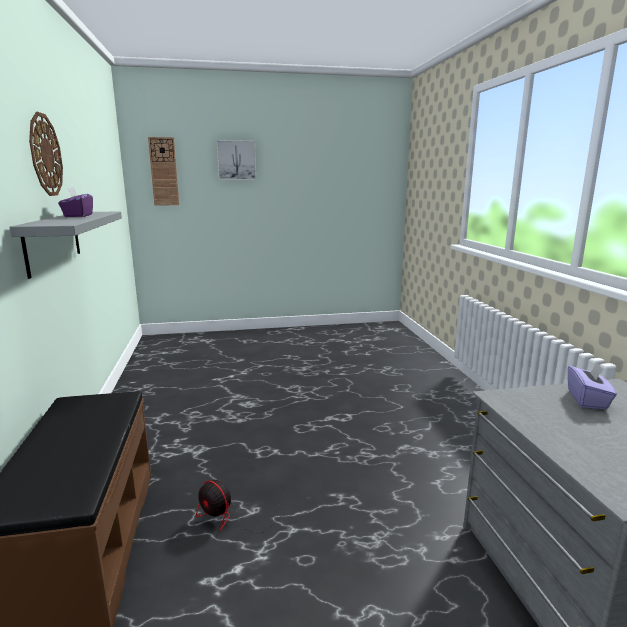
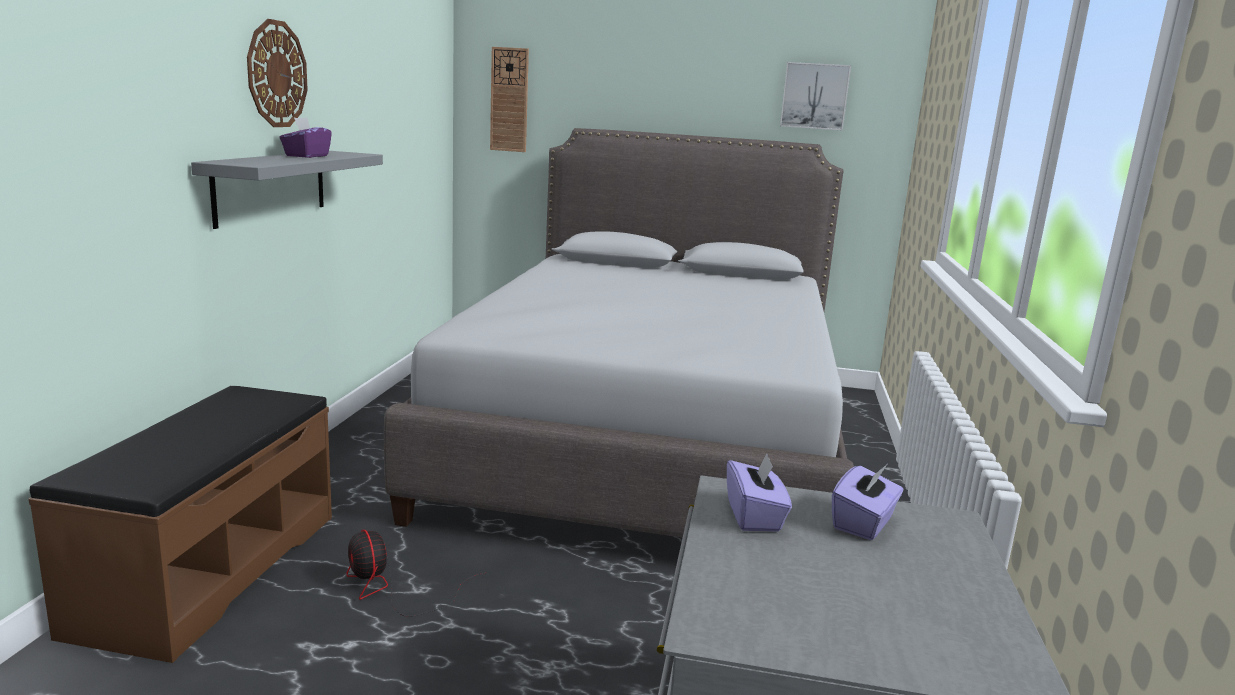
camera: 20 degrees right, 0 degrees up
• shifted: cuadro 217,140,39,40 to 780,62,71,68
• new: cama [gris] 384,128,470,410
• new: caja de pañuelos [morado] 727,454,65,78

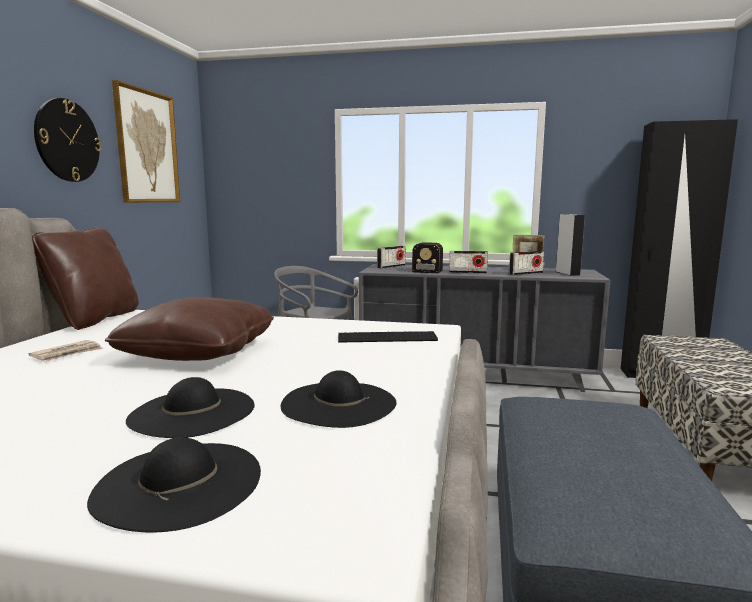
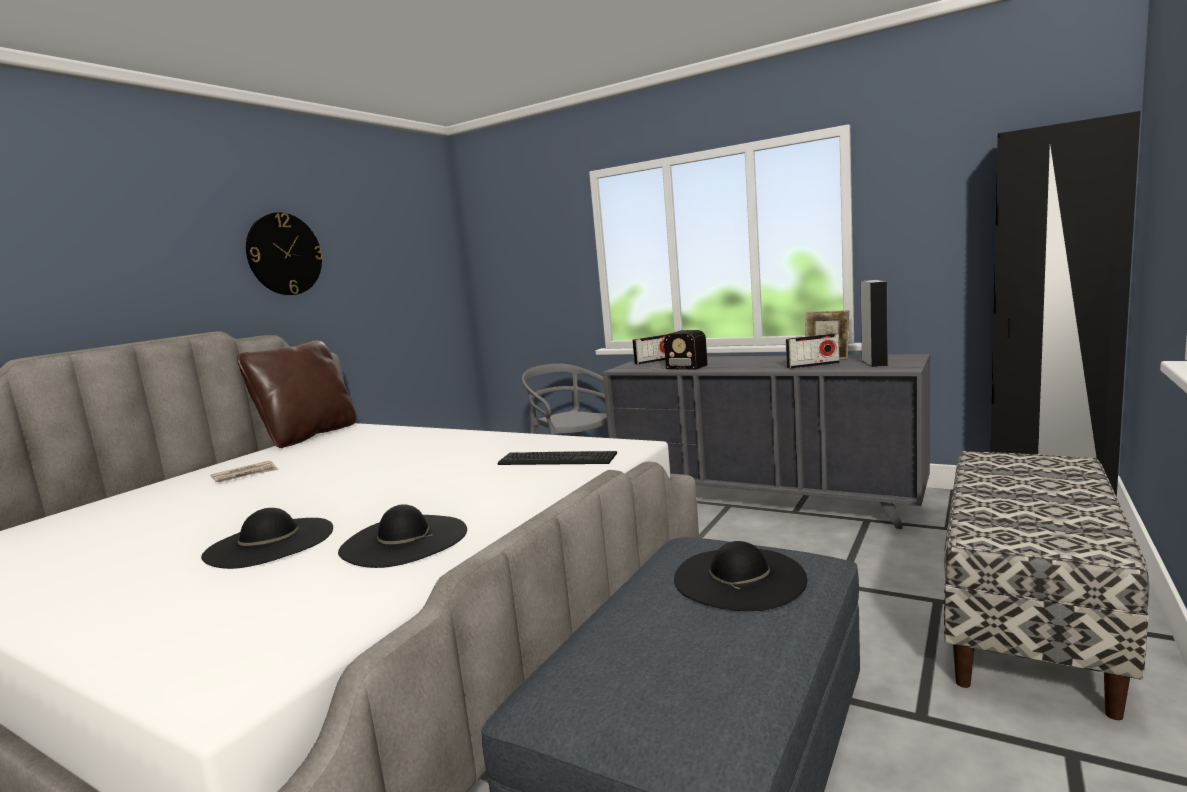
camera: 20 degrees right, 0 degrees up
• gone: cuadro 112,80,69,123
• gone: radio 449,251,39,23
• gone: cojín [marrón] 105,297,169,64
• shifted: sombrero [negro] 87,437,174,96 to 674,541,133,70

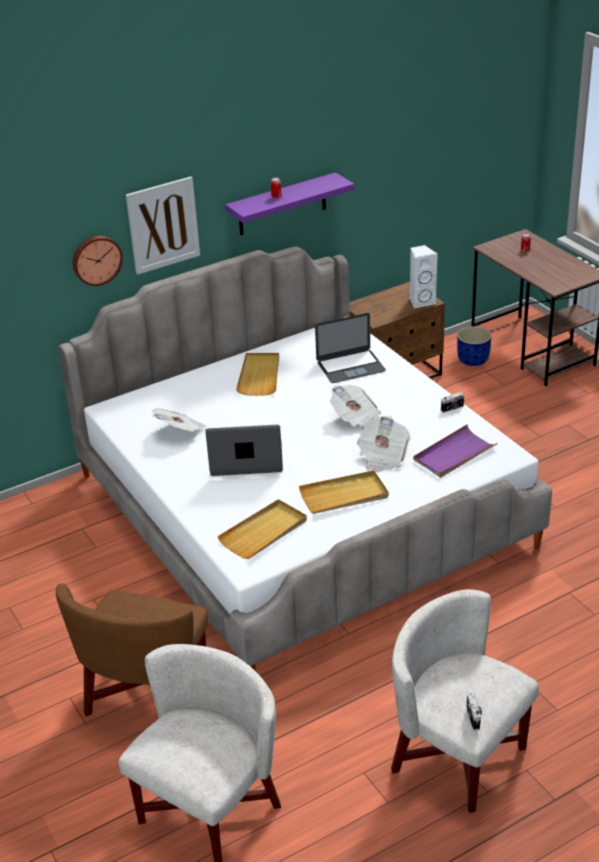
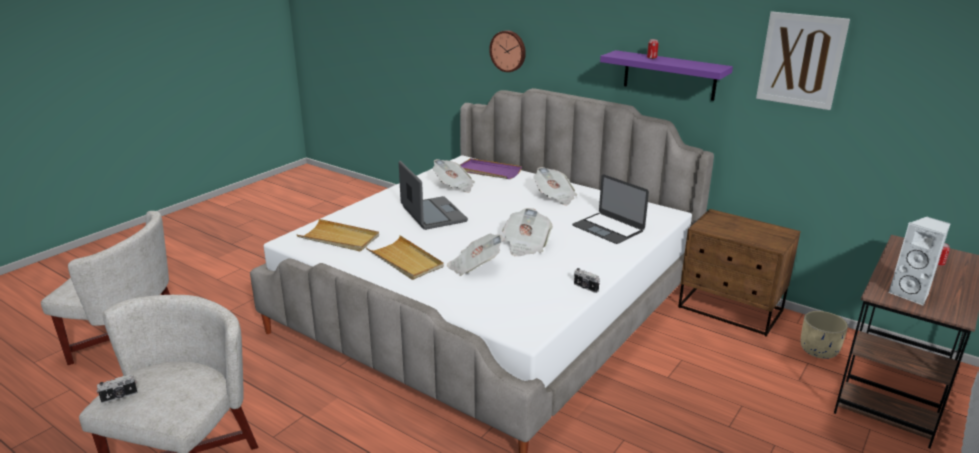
camera: 65 degrees right, 10 degrees down
• shifted: cuadro 126,177,74,98 to 756,11,94,99
• shifted: altavoz [blanco] 410,245,28,64 to 888,216,63,90
• repainted: maceta [azul] 457,326,35,40 to maceta [beis] 801,311,47,48
• swapped: bandeja [beis] 236,353,43,43 to periódico 533,167,44,39
• shifted: bandeja [morado] 413,424,84,54 to 460,158,62,21
• gone: sillón [marrón] 56,584,152,133

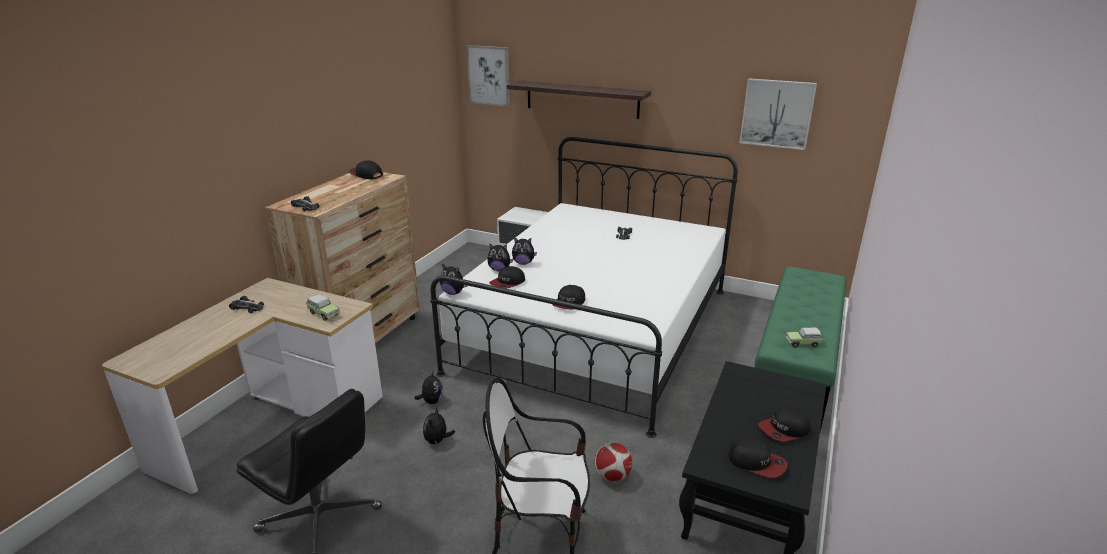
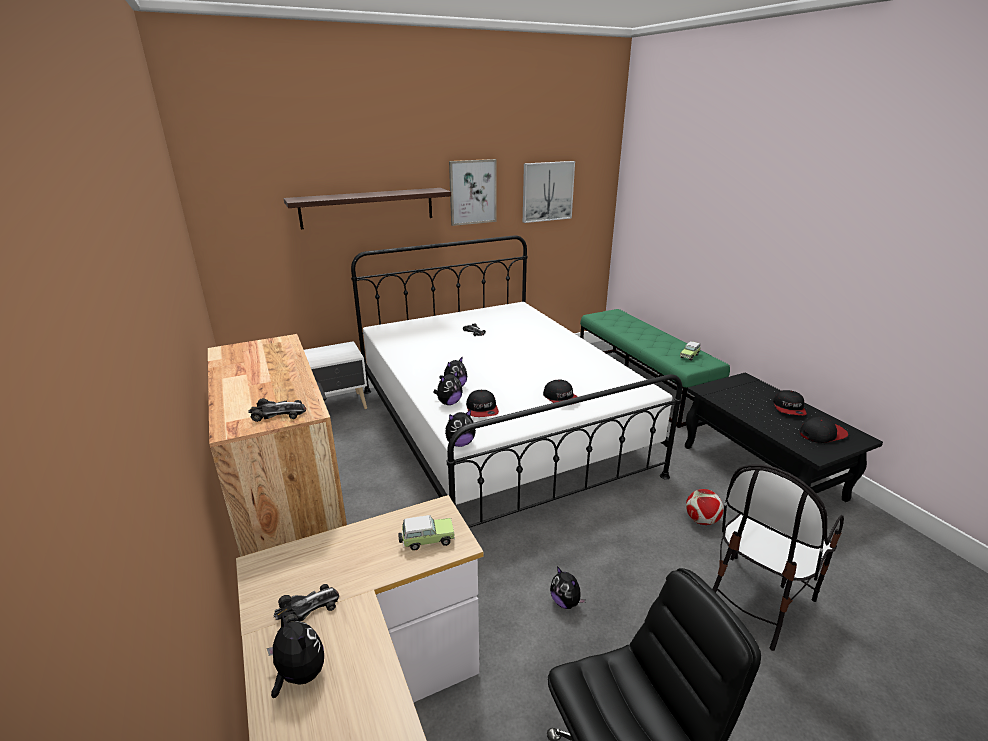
camera: 50 degrees left, 0 degrees up
• shifted: cuadro 467,45,43,62 to 449,159,48,67
• gone: gorra 349,160,34,19
• shifted: peluche 415,371,28,33 to 267,613,57,85

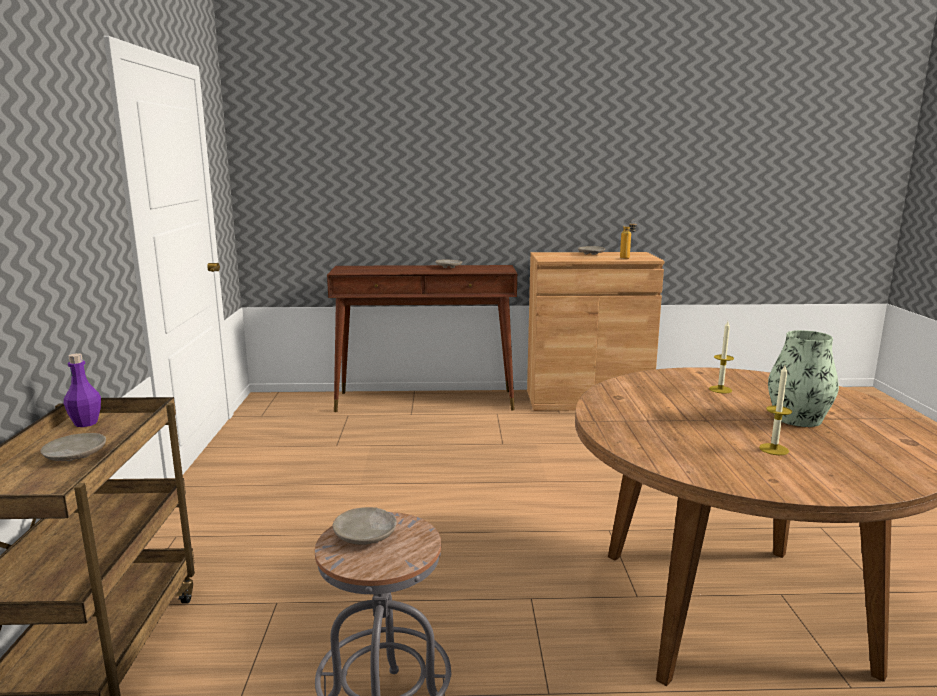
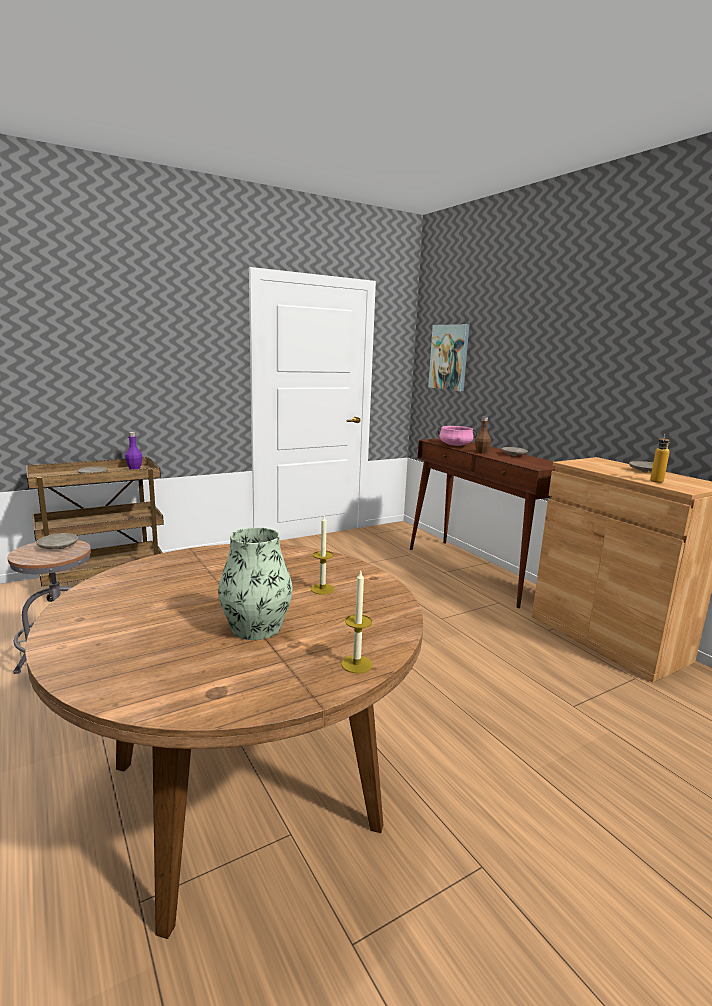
camera: 60 degrees right, 0 degrees up
• shifted: vela 759,365,33,90 to 341,571,31,102
• new: cuadro 428,324,41,67
• new: botella [marrón] 475,417,16,37
• new: olla [rosa] 438,426,39,20

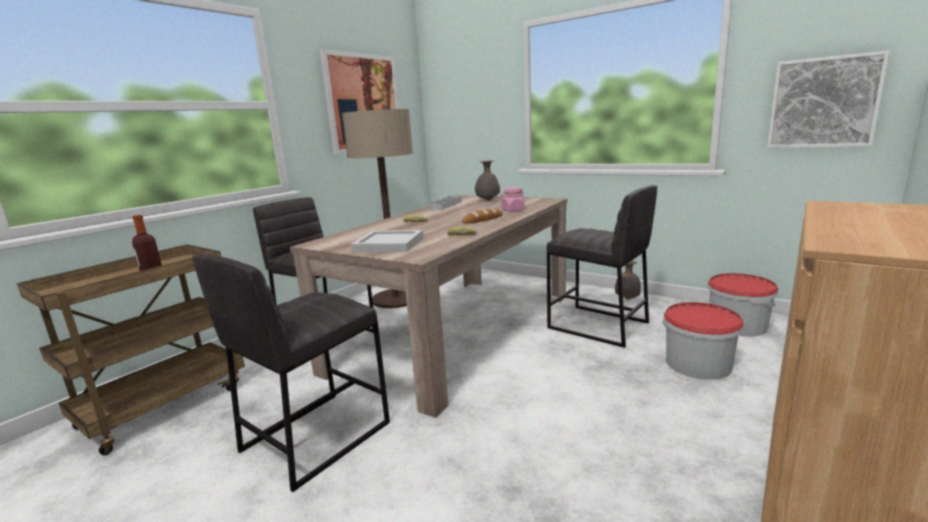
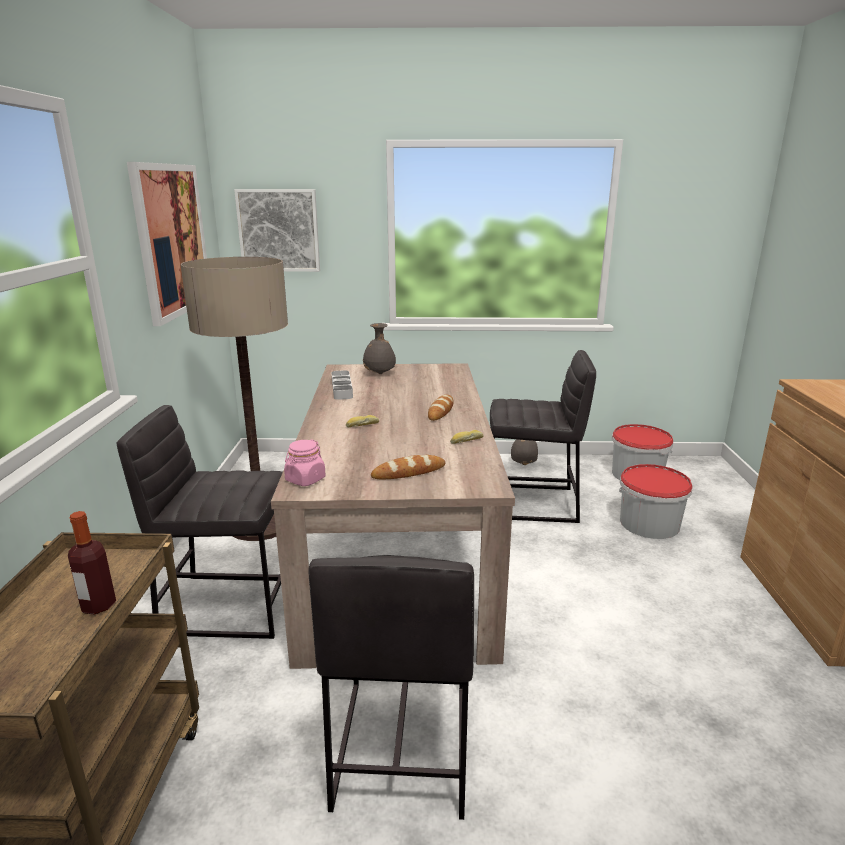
camera: 35 degrees left, 5 degrees up
• shifted: cuadro 767,50,123,98 to 234,189,86,83
• shifted: tarro [rosa] 500,187,24,25 to 284,439,42,47
• swapped: bandeja [blanco] 351,230,72,22 to pan 371,455,75,24

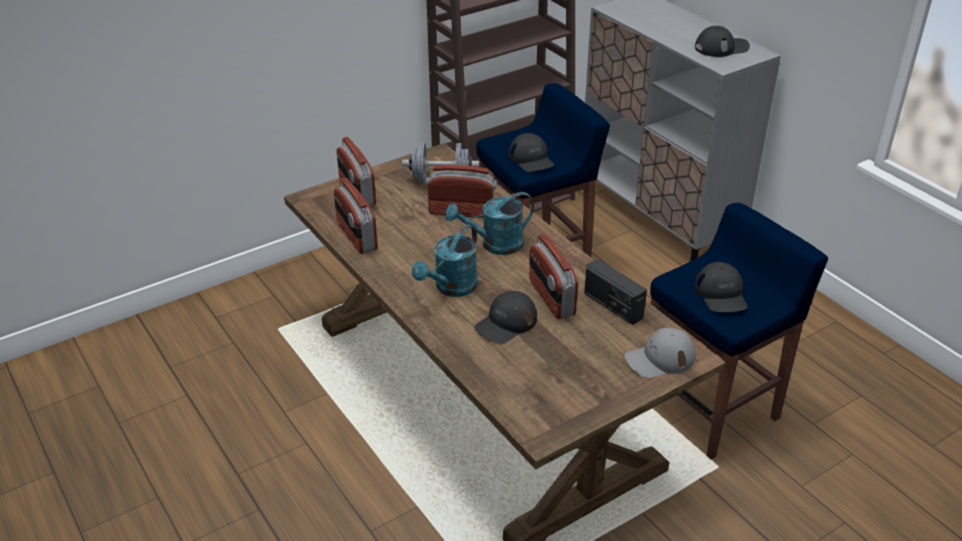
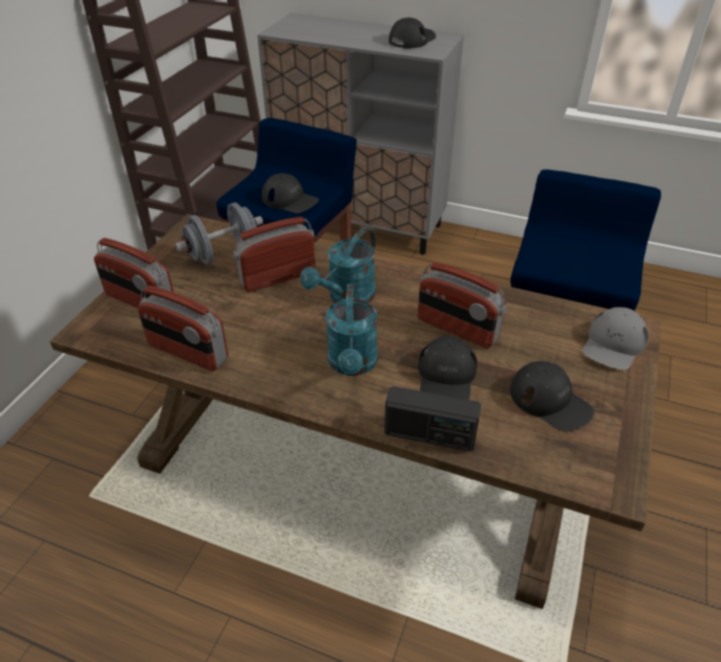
camera: 35 degrees left, 5 degrees up
• shifted: radio 584,259,63,66 to 384,386,97,65
• shifted: gorra [negro] 695,262,52,50 to 510,361,84,71

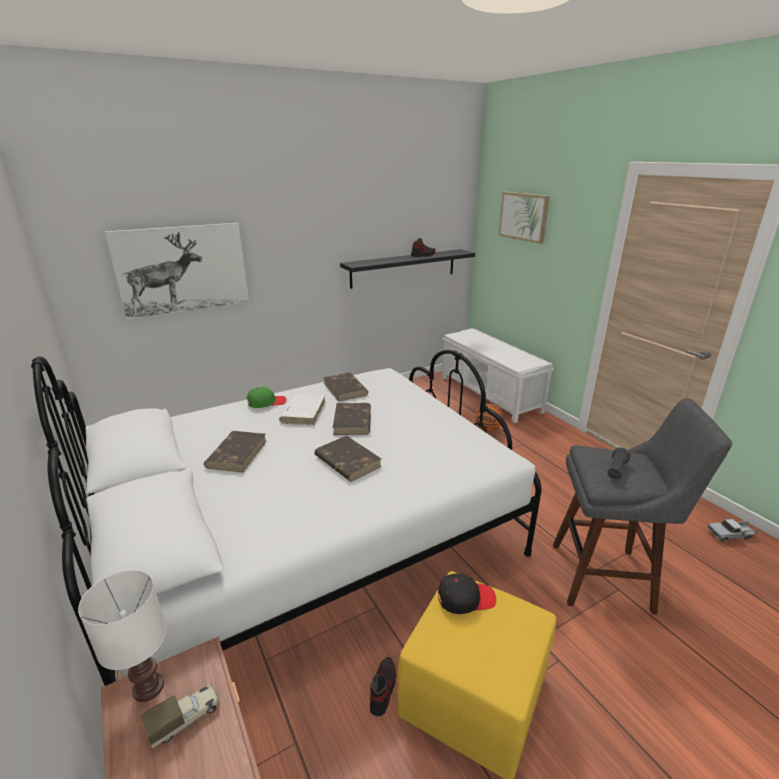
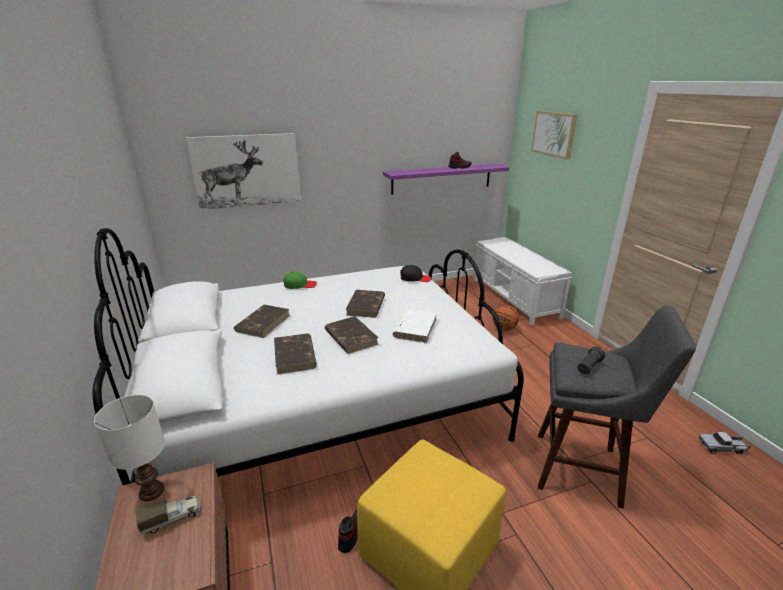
camera: 10 degrees right, 0 degrees up
• repainted: estante [negro] 340,249,135,40 to estante [morado] 383,164,126,31
• shifted: libro [marrón] 323,373,45,29 to 274,333,43,41
• shifted: libro [blanco] 279,394,47,31 to 392,309,45,34
• shifted: gorra [negro] 438,573,58,41 to 400,265,31,17

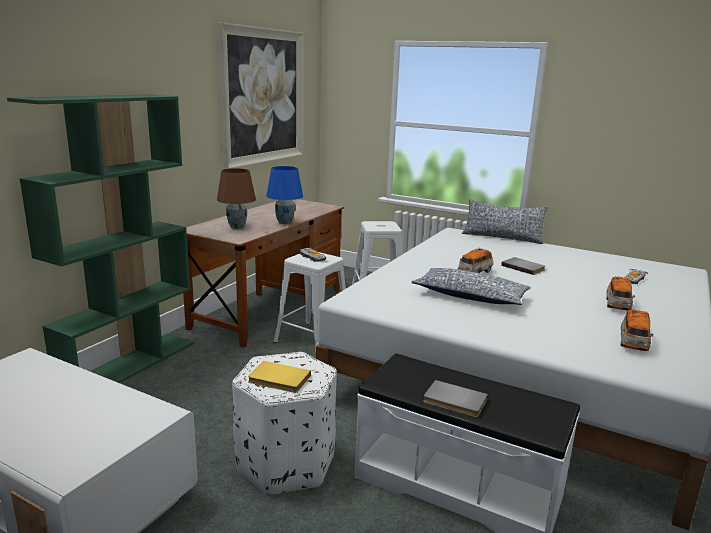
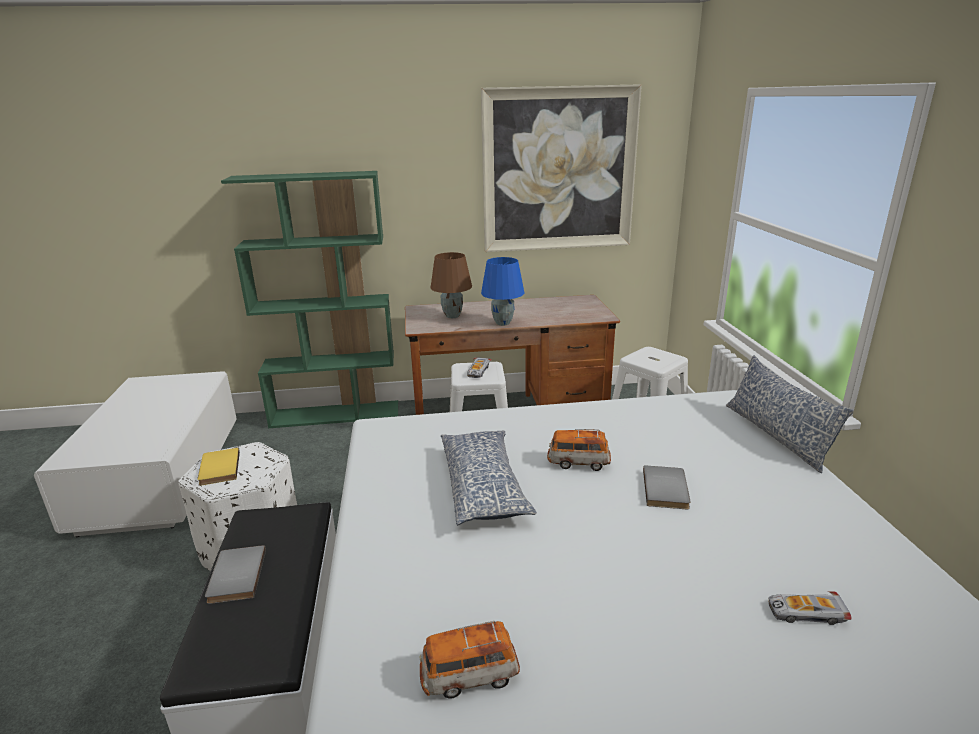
camera: 55 degrees right, 5 degrees up
• gone: coche de juguete 606,276,29,35

